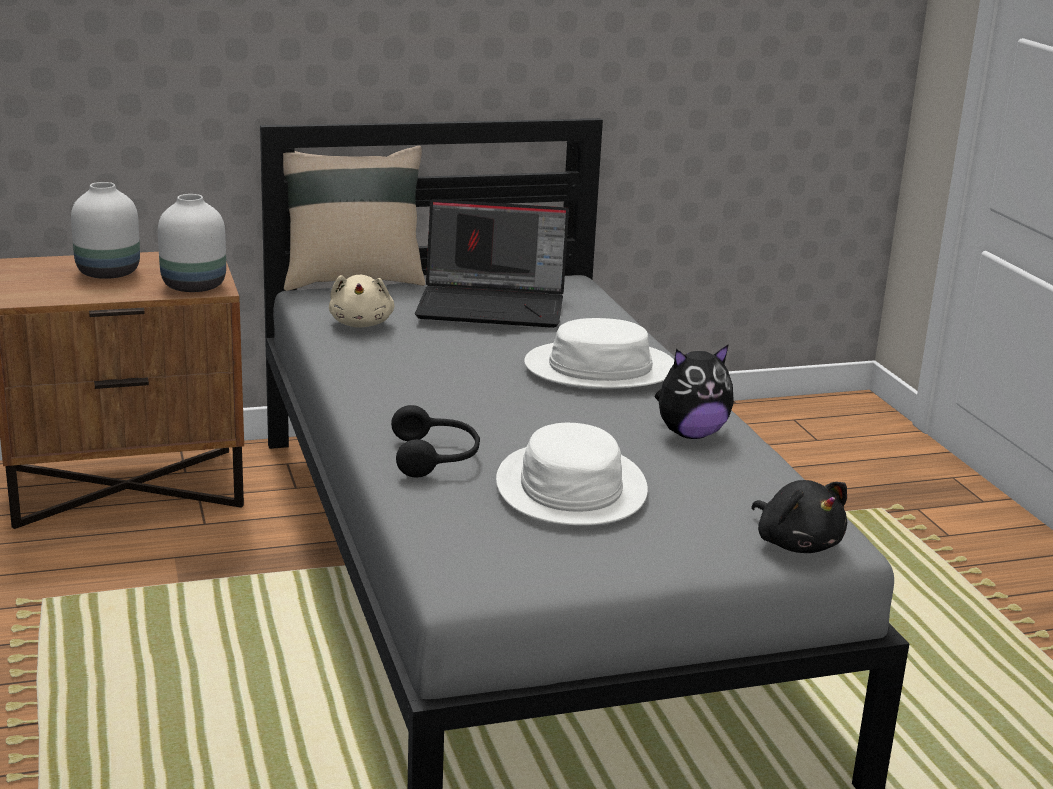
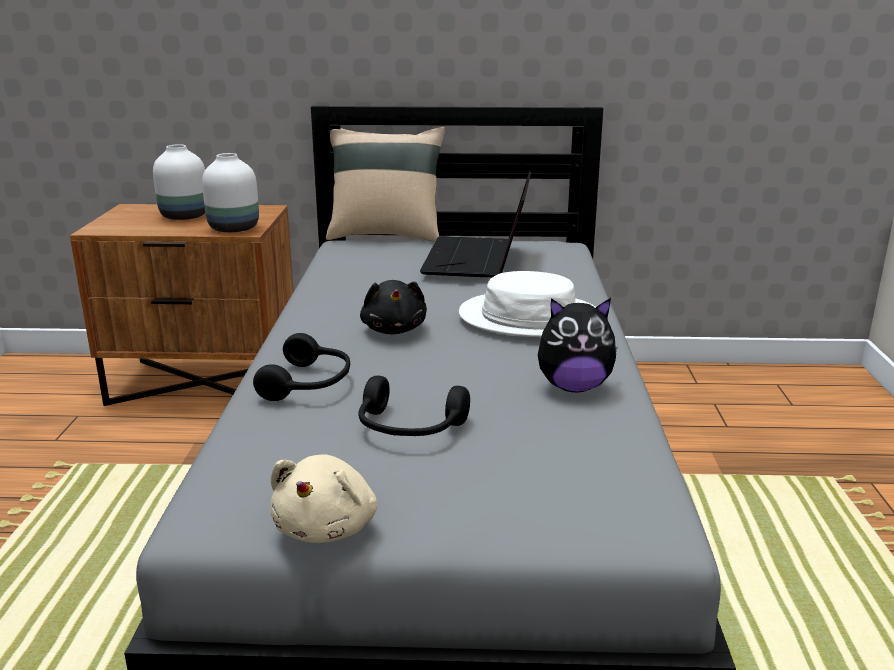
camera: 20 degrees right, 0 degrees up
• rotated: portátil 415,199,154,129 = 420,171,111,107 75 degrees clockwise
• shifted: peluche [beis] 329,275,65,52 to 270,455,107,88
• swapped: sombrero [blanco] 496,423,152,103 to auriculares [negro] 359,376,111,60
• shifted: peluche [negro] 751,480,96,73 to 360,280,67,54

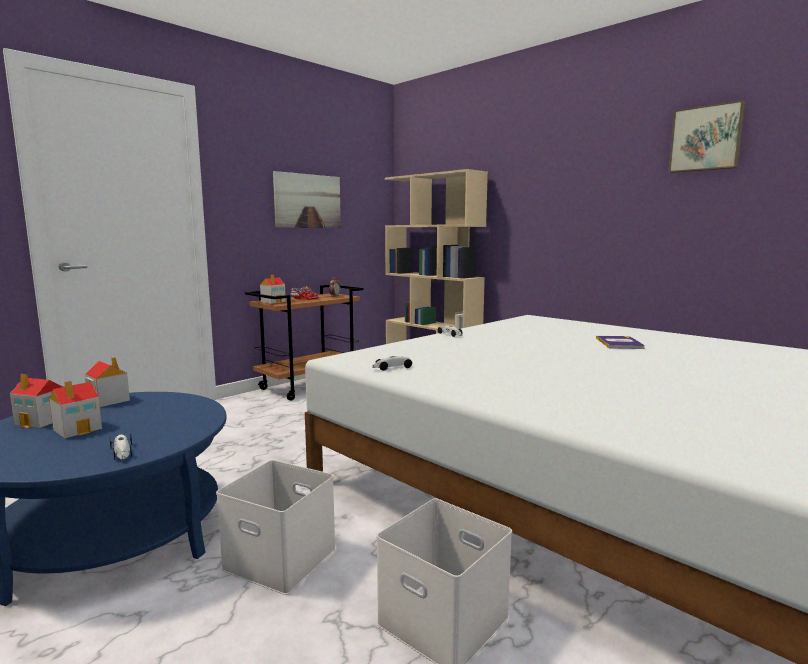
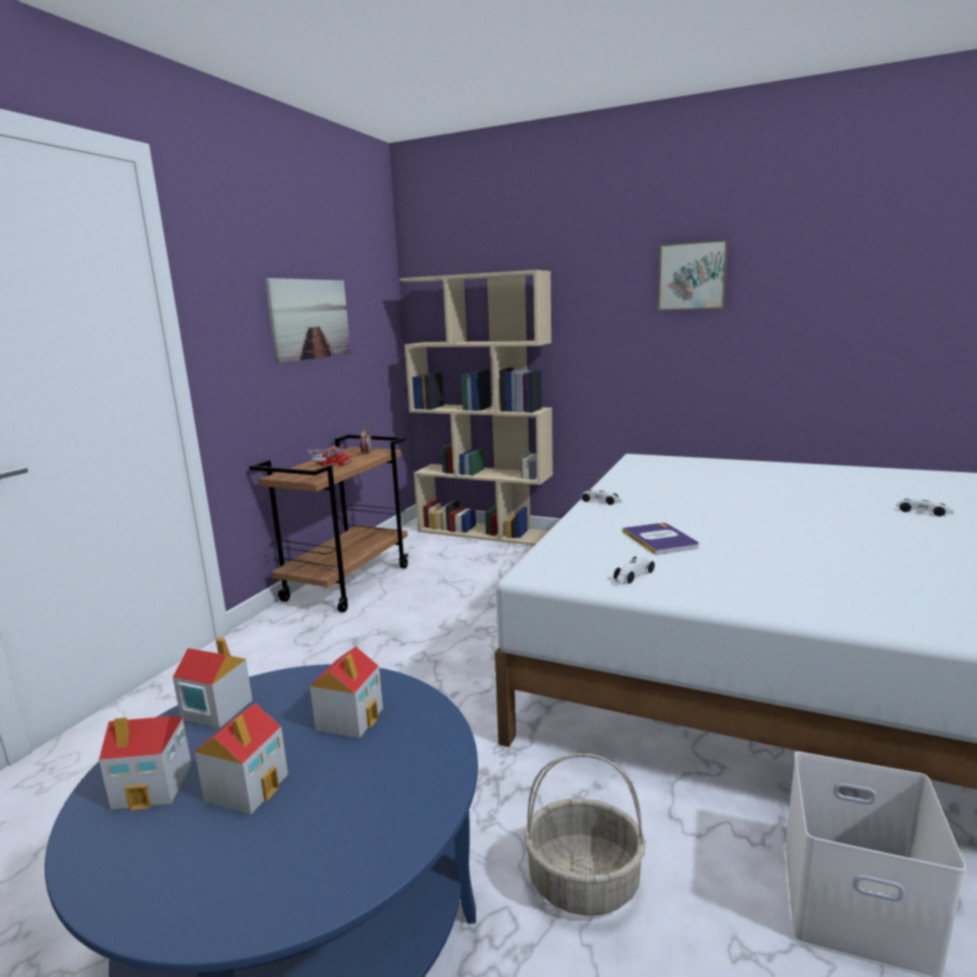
camera: 20 degrees left, 5 degrees up
• shifted: cuadro 668,100,77,73 to 657,240,71,71
• shifted: casita 260,275,26,28 to 309,646,74,92
• shifted: libro 596,336,49,13 to 622,523,77,32
• shifted: coche de juguete 110,434,22,26 to 896,499,57,17
• swapped: caja de almacenaje [blanco] 216,460,120,135 to cesta 524,754,122,162

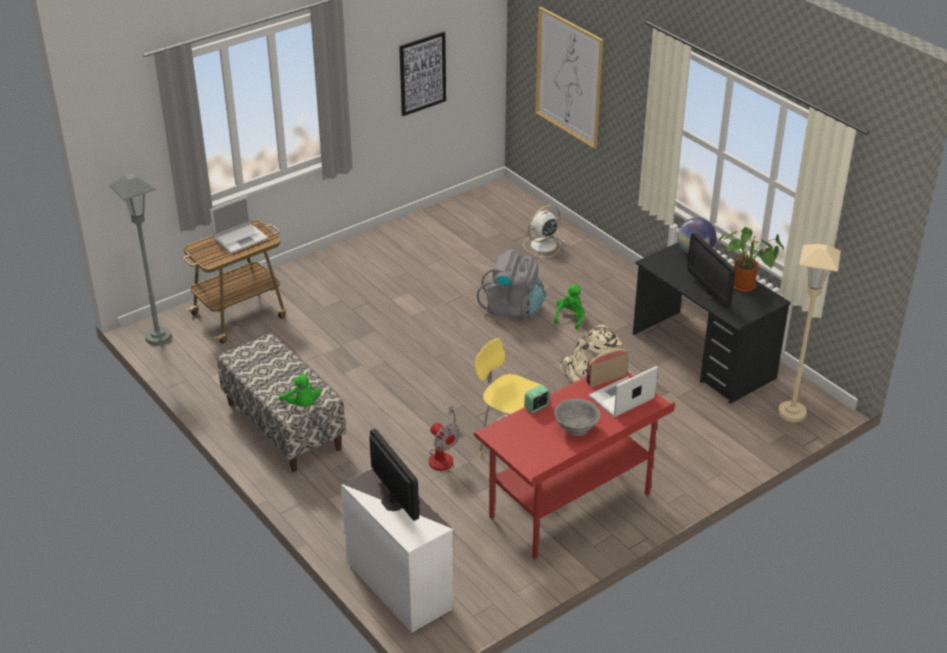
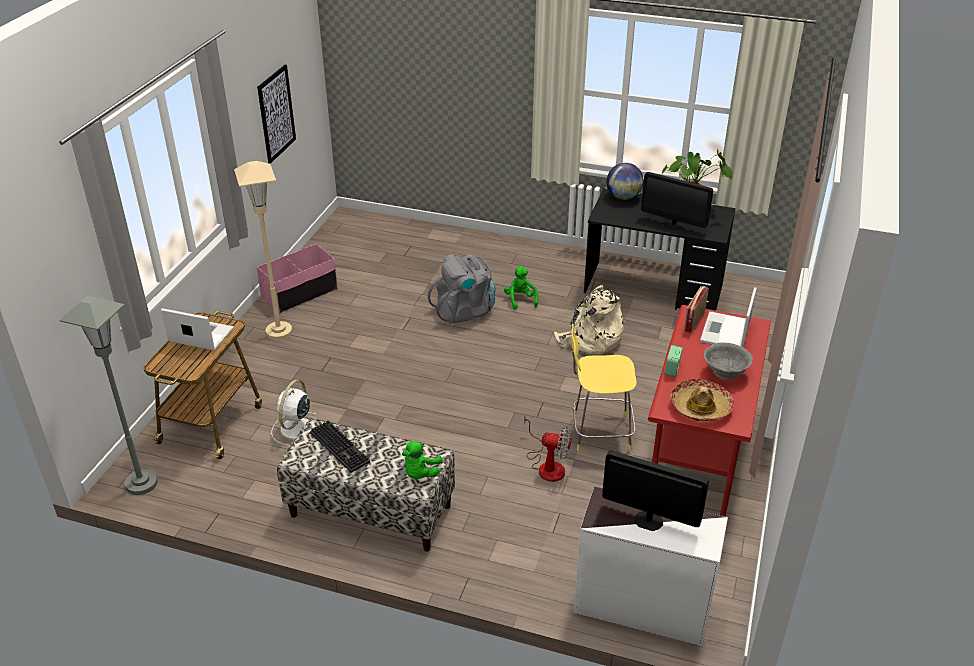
camera: 35 degrees left, 0 degrees up
• gone: cuadro 535,7,69,142
• rotated: portátil 210,195,58,59 = 161,308,73,43 90 degrees counterclockwise
• shifted: ventilador [blanco] 523,205,42,52 to 271,380,45,66
• shifted: lámpara de pie [beis] 778,244,63,178 to 234,161,58,179
• rotated: peluche [verde] 279,374,42,33 = 402,441,41,38 90 degrees clockwise
• new: caja de almacenaje [rosa] 257,244,81,69
• new: sombrero 671,379,63,43
• new: teclado 310,421,60,52

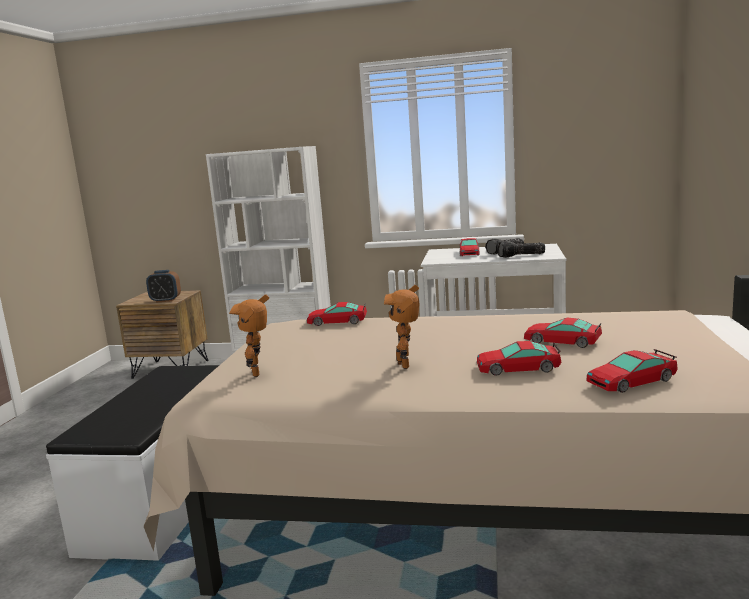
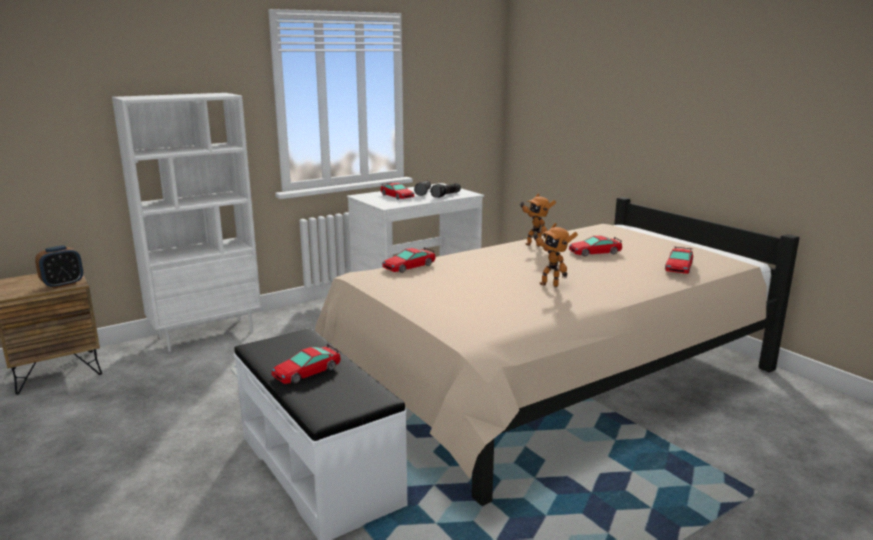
camera: 45 degrees left, 5 degrees up
• shifted: robot de juguete 229,294,40,83 to 520,193,36,54
• shifted: coche de juguete 477,341,84,35 to 272,344,69,40

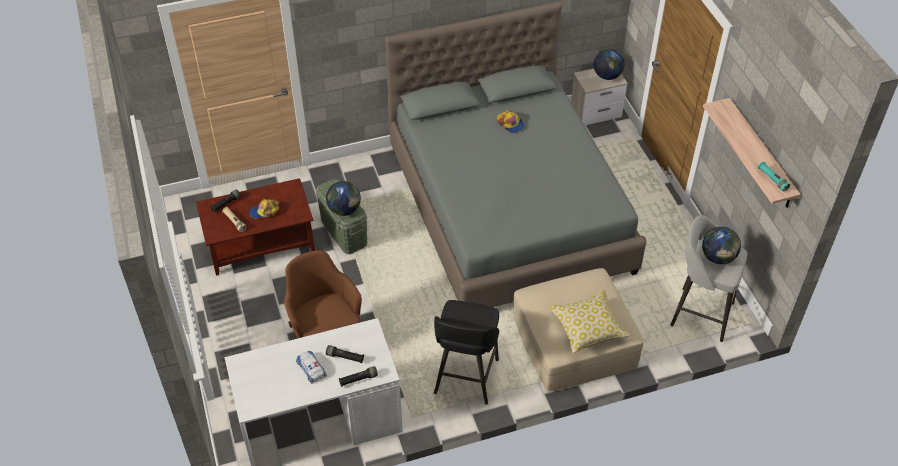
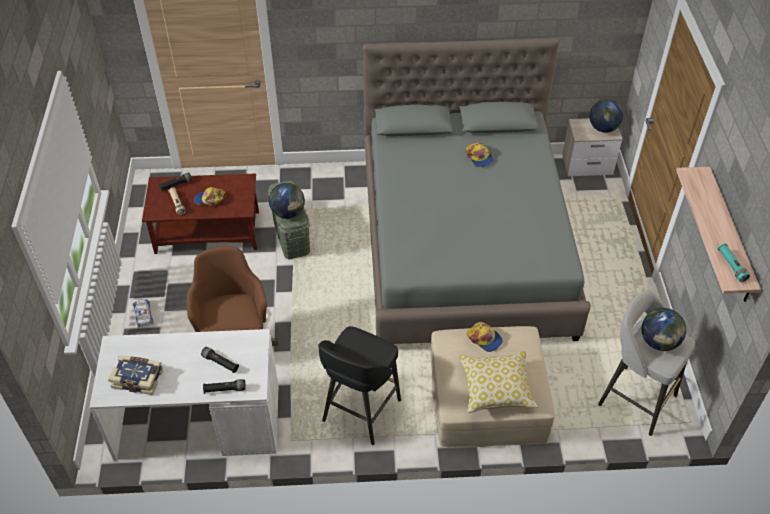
camera: 15 degrees right, 0 degrees up
• shifted: coche de juguete 296,351,31,33 to 133,299,21,29
• new: gorra 467,322,36,30
• new: libro 108,355,55,40

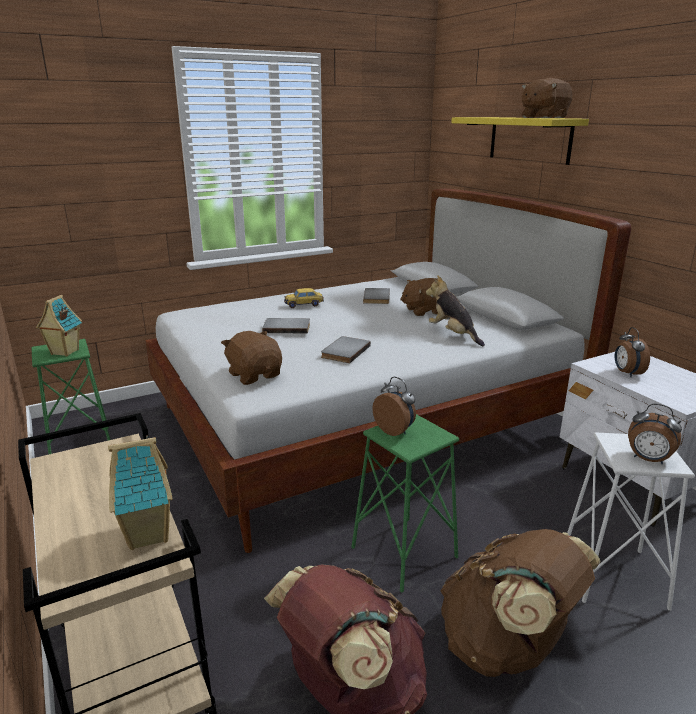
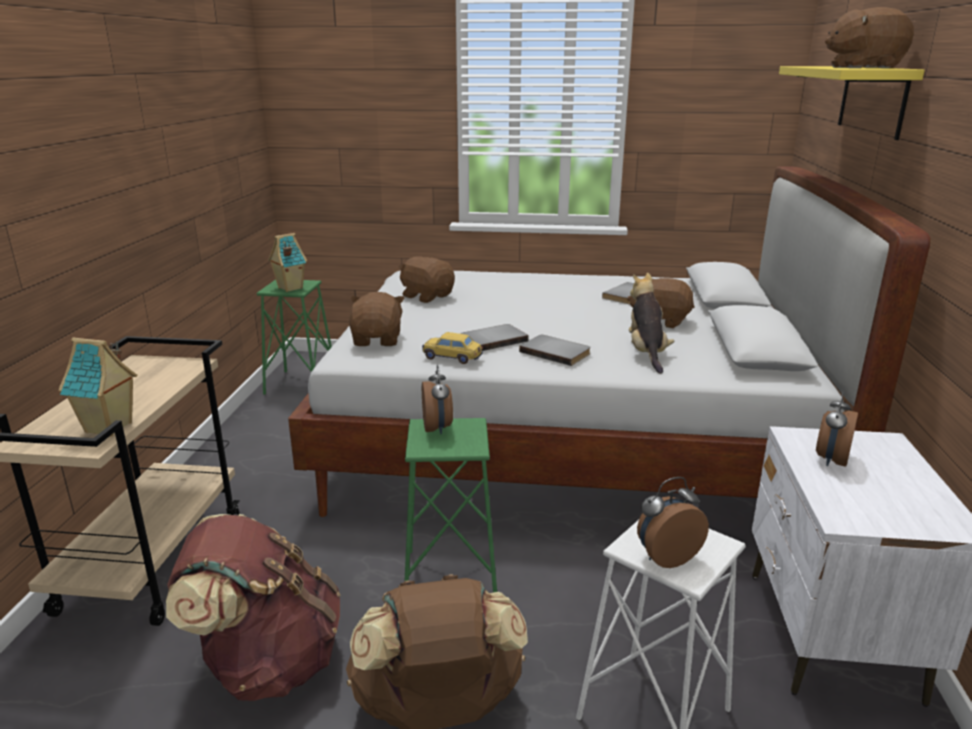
camera: 35 degrees right, 0 degrees up
• shifted: coche de juguete 284,288,40,20 to 422,332,61,32
• shifted: libro [gris] 262,318,48,15 to 519,335,72,31
• rotated: despertador 628,404,54,60 = 637,477,72,91 90 degrees clockwise
• new: peluche [marrón] 398,256,57,47

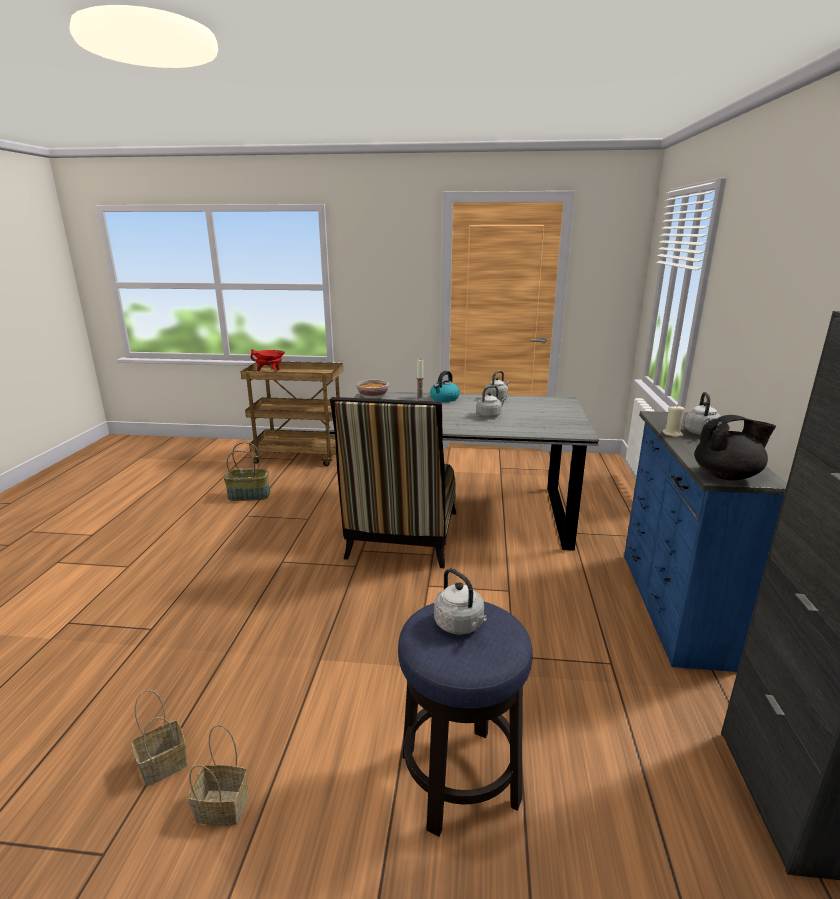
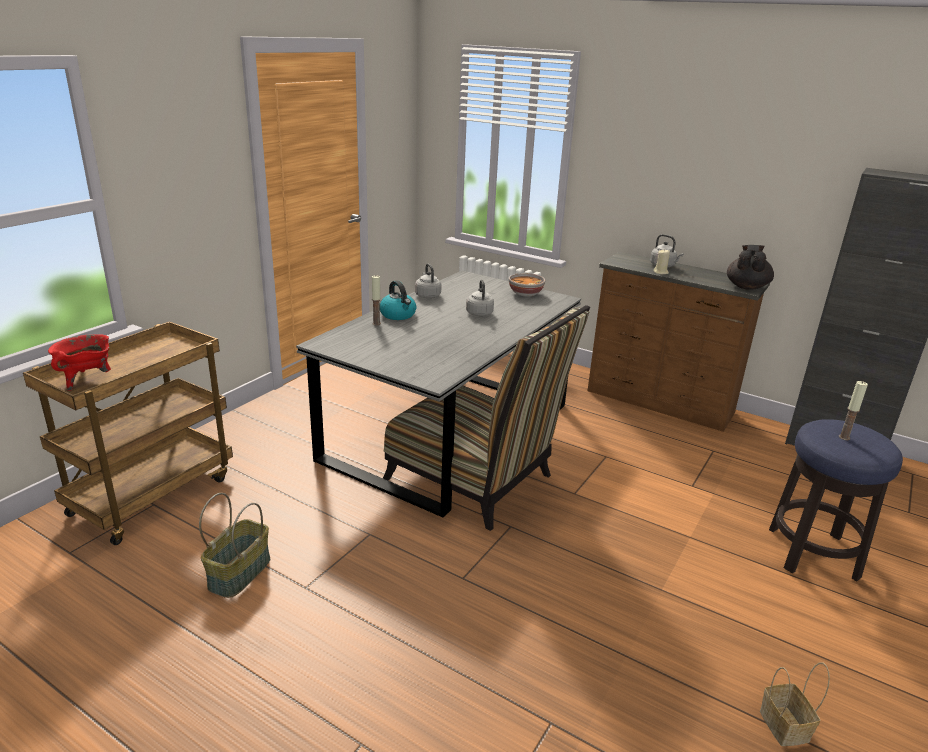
camera: 65 degrees left, 5 degrees up
• shifted: cuenco 356,380,33,19 to 509,273,36,24
• repainted: cómoda [azul] 624,411,163,261 to cómoda [marrón] 587,252,183,180
• swapped: hervidor [gris] 434,568,53,67 to vela 839,381,29,59
• gone: cesta 188,725,61,101

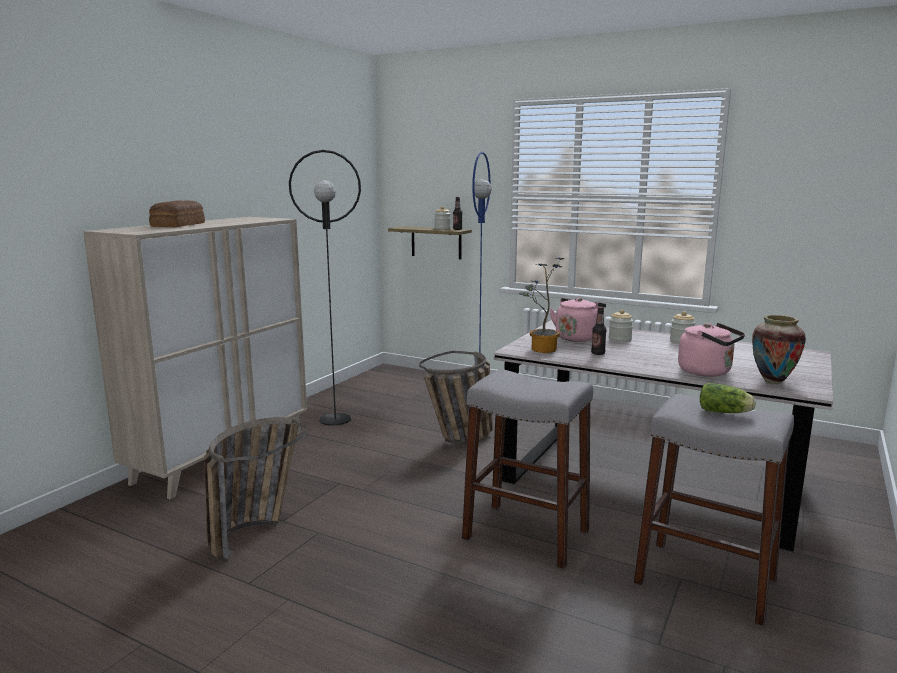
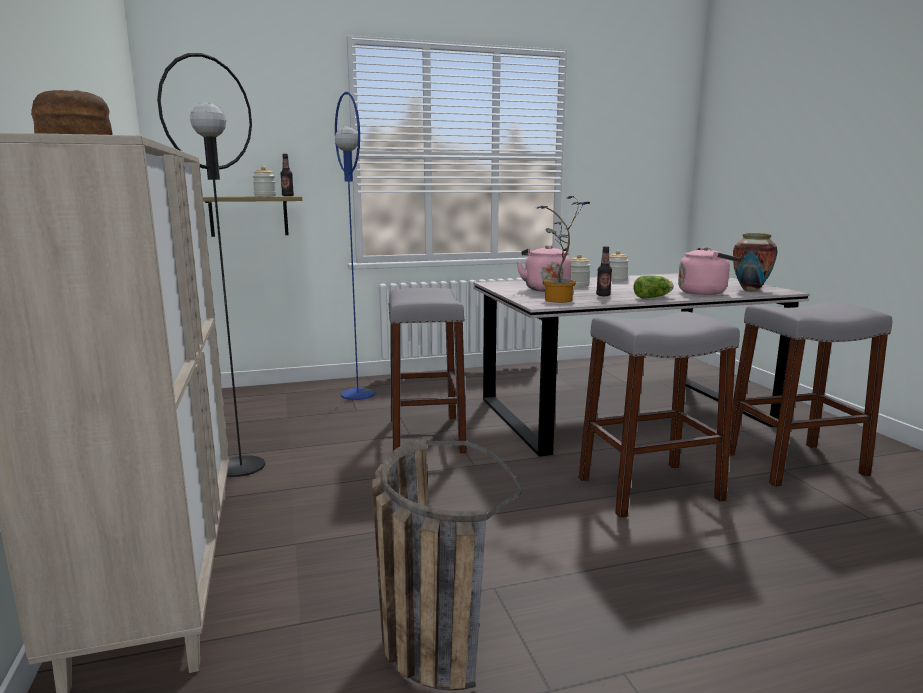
camera: 45 degrees left, 0 degrees up
• swapped: cesta 419,351,74,93 to taburete [gris] 389,288,78,166
• shifted: lechuga 700,383,56,30 to 634,275,40,24

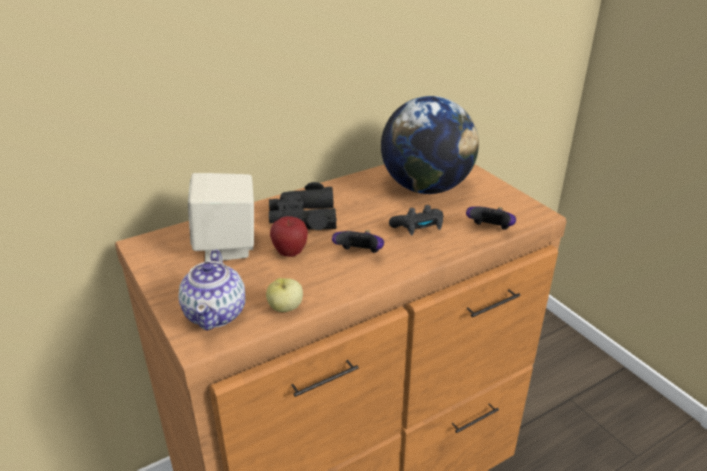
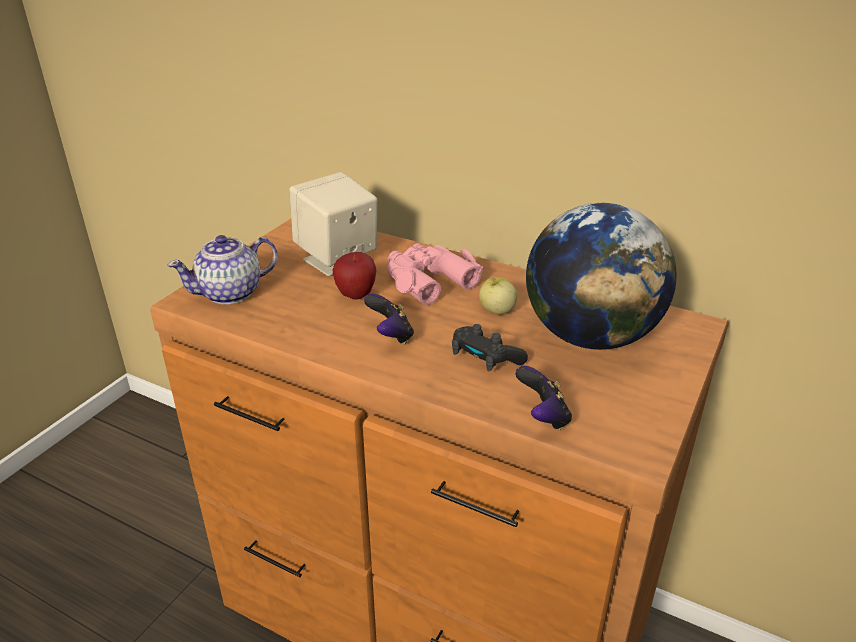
camera: 60 degrees right, 0 degrees up
• repainted: prismáticos [negro] 269,182,68,48 to prismáticos [rosa] 387,243,96,62
• shifted: manzana 266,278,37,34 to 479,277,38,37

